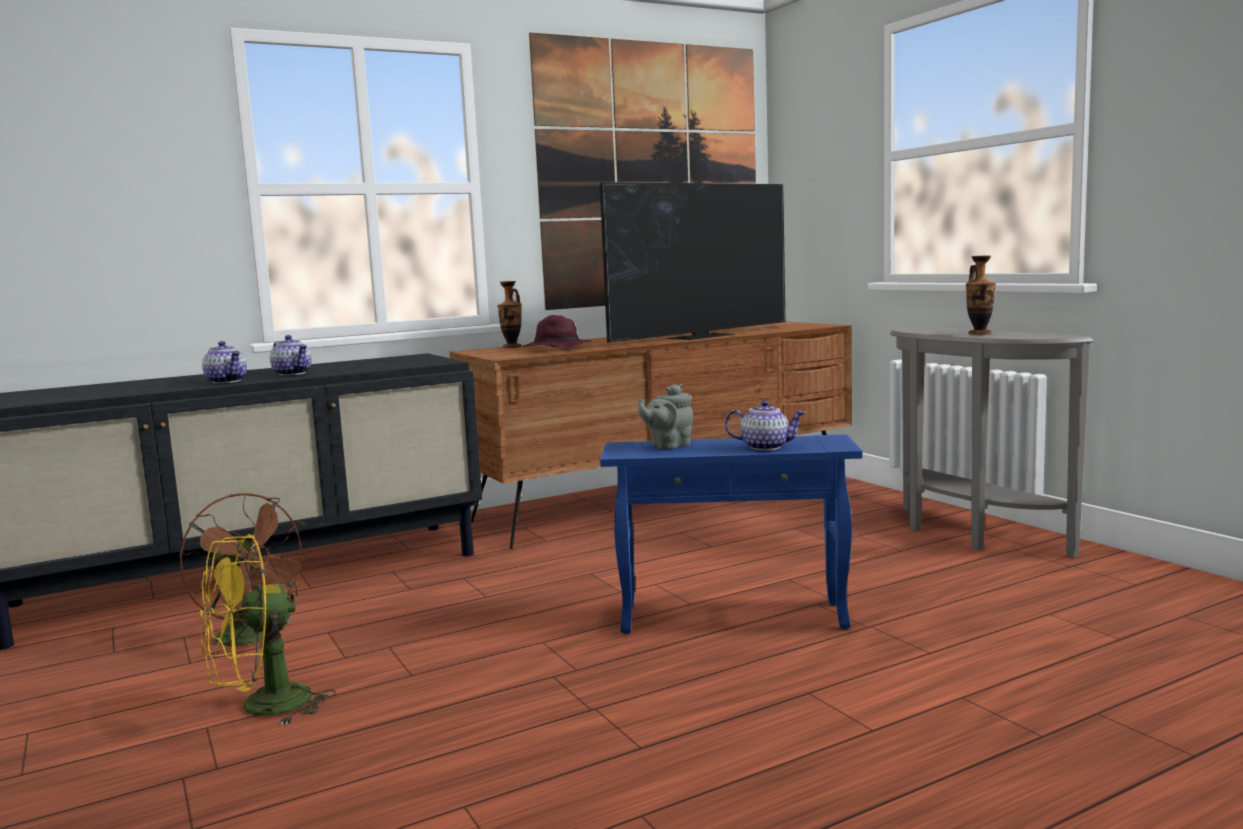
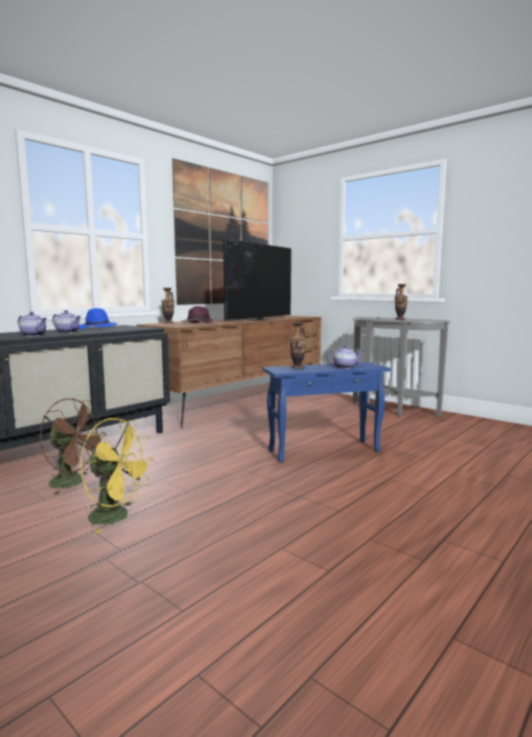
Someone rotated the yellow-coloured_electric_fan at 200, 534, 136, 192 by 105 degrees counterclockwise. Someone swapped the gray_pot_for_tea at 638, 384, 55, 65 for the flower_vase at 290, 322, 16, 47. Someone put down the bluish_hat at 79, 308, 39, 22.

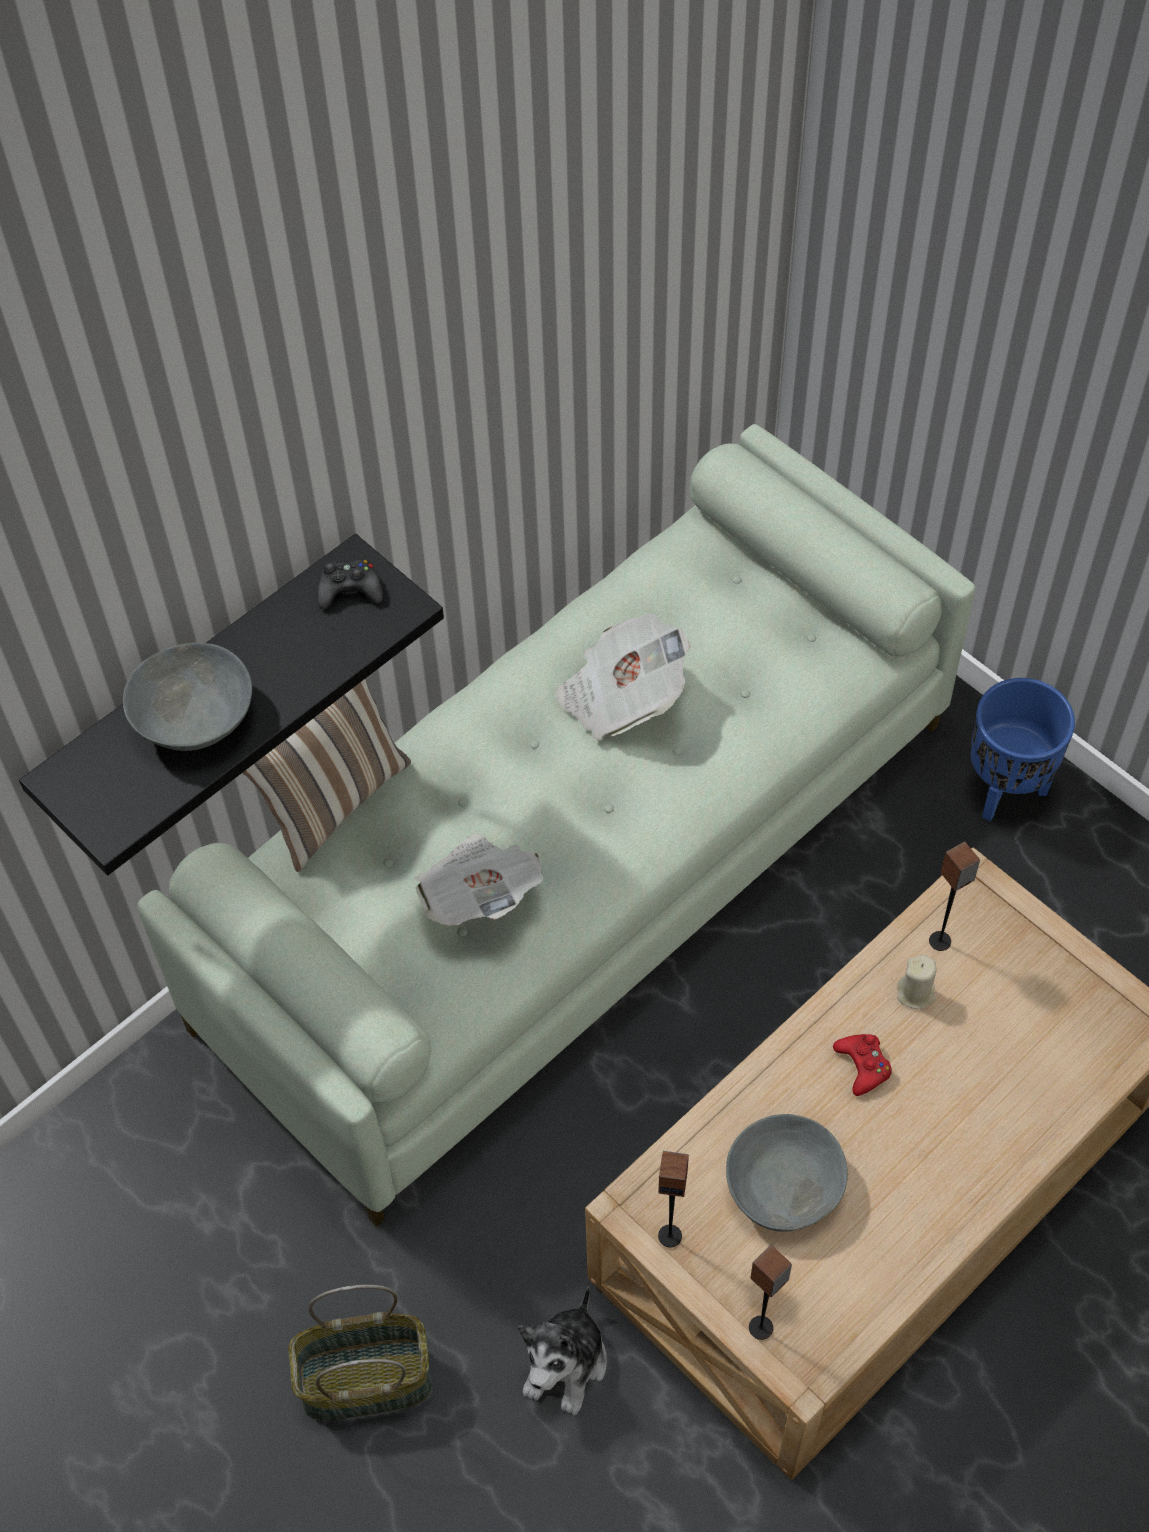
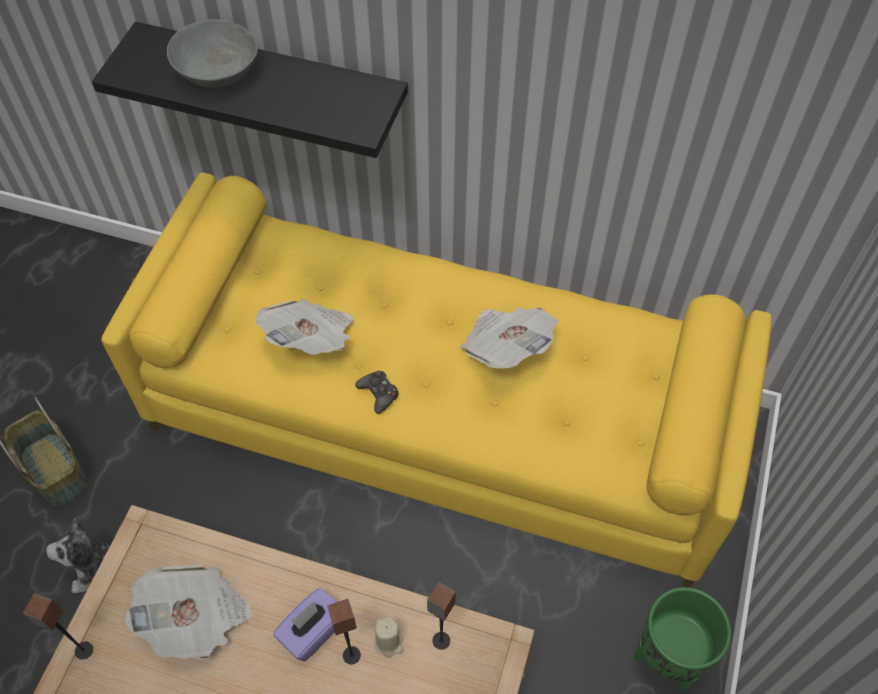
Someone repainted the white-coloured_couch at 137, 424, 839, 803, which became the yellow-coloured_couch at 101, 172, 671, 416. Someone took away the pillow at 243, 678, 168, 194. Someone carried the black-coloured_gamepad from 317, 559, 66, 50 to 355, 370, 44, 44. Someone carried the audio_speaker from 658, 1151, 31, 97 to 327, 599, 34, 66. Someone swapped the gray_serving_bowl at 726, 1114, 122, 118 for the printed_paper at 124, 565, 129, 95. Someone swapped the red-coloured_gamepad at 833, 1034, 59, 62 for the purplish_tissue_holder at 273, 588, 64, 73. Someone repainted the bluish_flower_pot at 970, 678, 105, 143, which became the greenish_flower_pot at 635, 587, 96, 104.

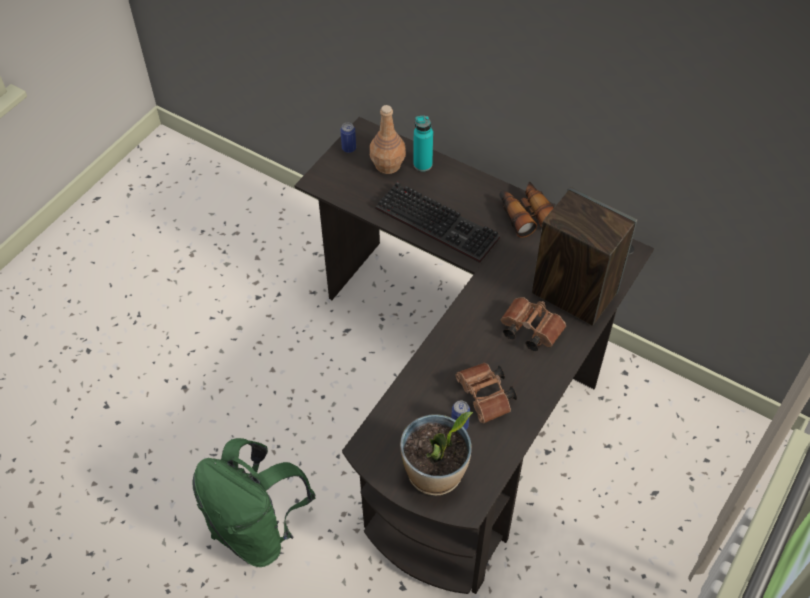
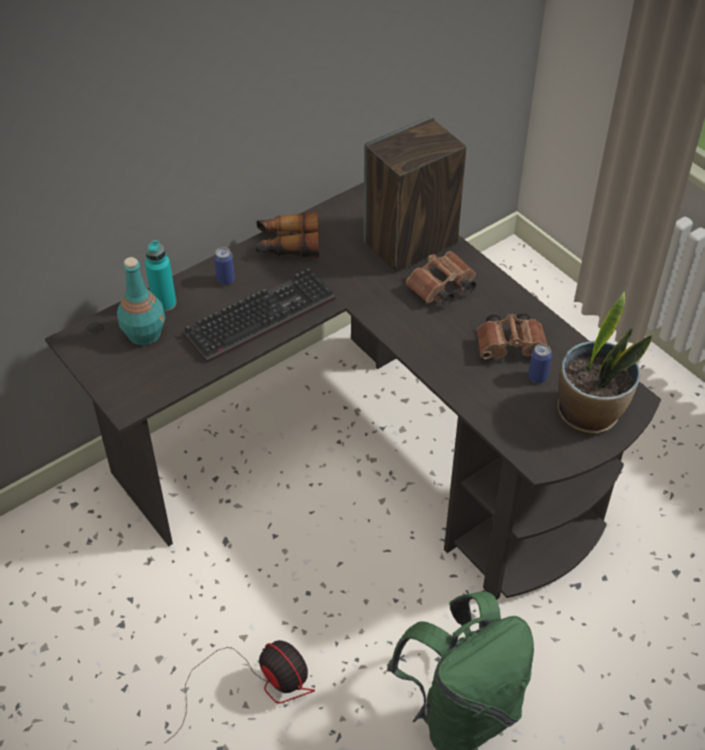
Someone carried the sealed_can from 340, 123, 16, 30 to 214, 247, 21, 38. Someone repainted the brown_beverage_bottle at 370, 105, 36, 69, which became the blue-green_beverage_bottle at 117, 257, 48, 88. Someone put down the electric_fan at 164, 640, 151, 104.

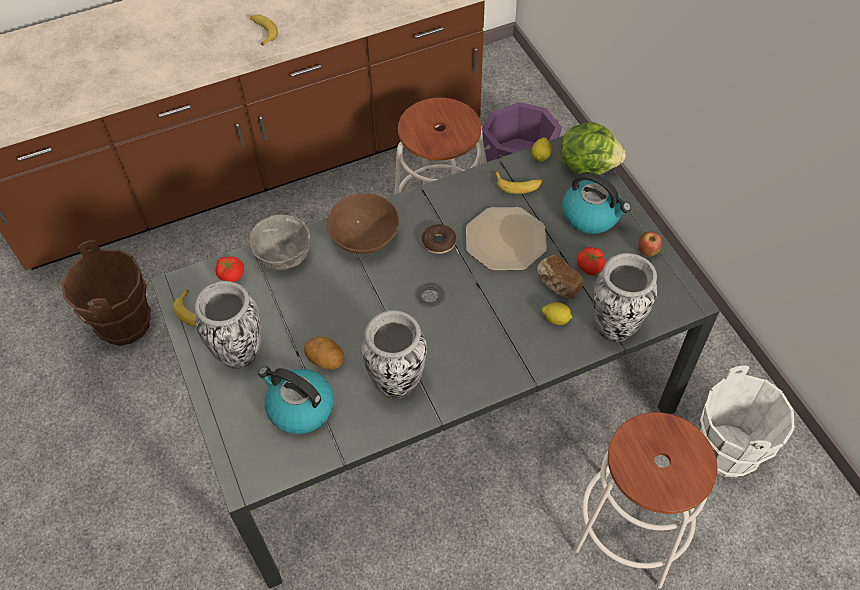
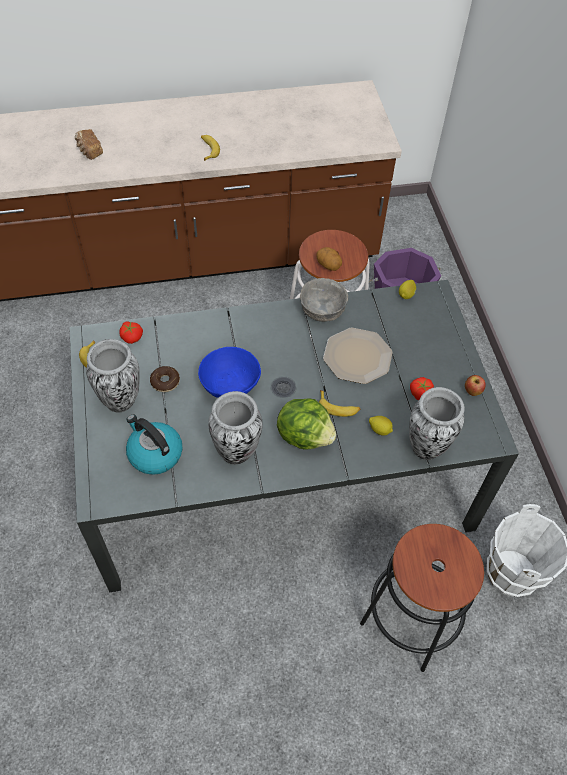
Someone took away the brown_water_bucket at 61, 240, 90, 106. Someone carried the gray_serving_bowl from 249, 214, 61, 56 to 300, 278, 48, 44. Someone carried the spud from 304, 336, 40, 34 to 316, 247, 26, 24. Someone took away the brown_serving_bowl at 327, 193, 72, 61. Someone carried the ring_doughnut from 422, 224, 34, 30 to 150, 366, 30, 26. Someone carried the banana from 494, 171, 49, 23 to 319, 390, 41, 27. Someone carried the baked_bread from 537, 255, 47, 44 to 75, 129, 28, 31. Someone carried the lettuce_head from 561, 122, 65, 53 to 277, 398, 59, 52. Someone took away the water_kettle at 562, 172, 69, 62. Someone repainted the white-coloured_sitting_stool at 574, 412, 143, 177, which became the black-coloured_sitting_stool at 360, 524, 124, 148. Someone put down the bluish_serving_bowl at 198, 347, 63, 51.

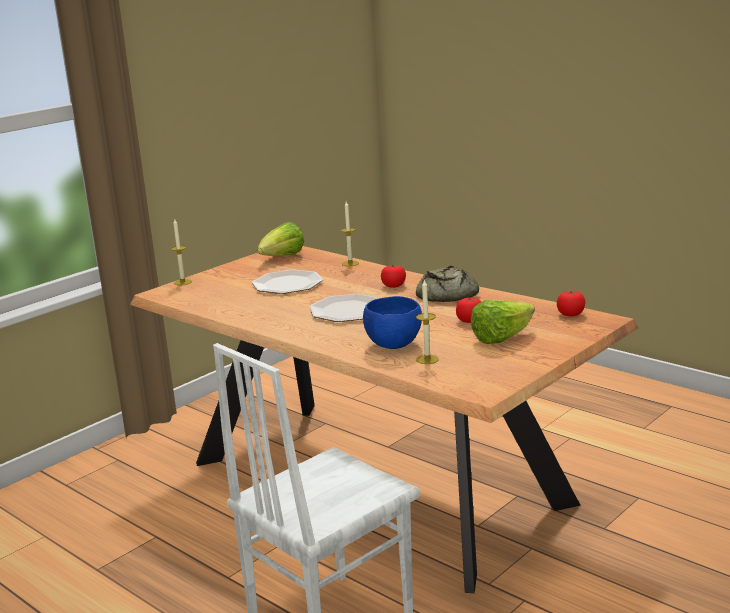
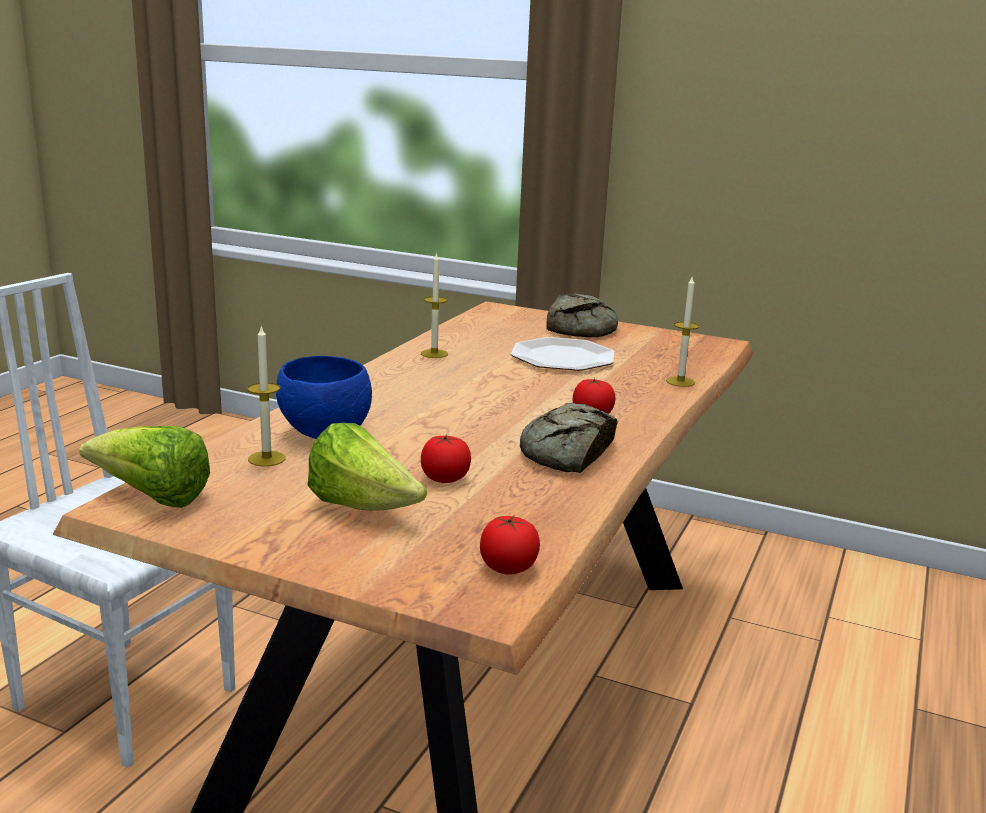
Someone carried the wax_light from 171, 219, 21, 67 to 421, 252, 27, 106. Someone carried the lettuce_head from 258, 222, 46, 34 to 79, 426, 131, 82. Someone took away the dinner_plate at 310, 294, 69, 28. Someone put down the baked_bread at 546, 293, 72, 44.

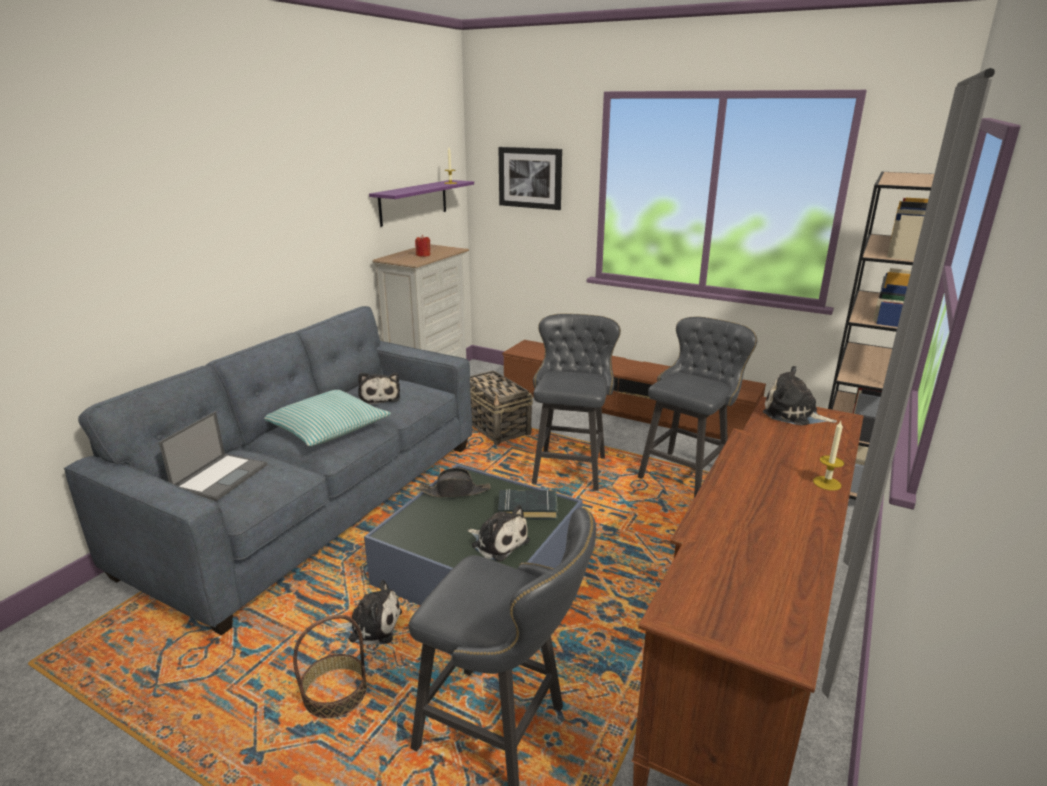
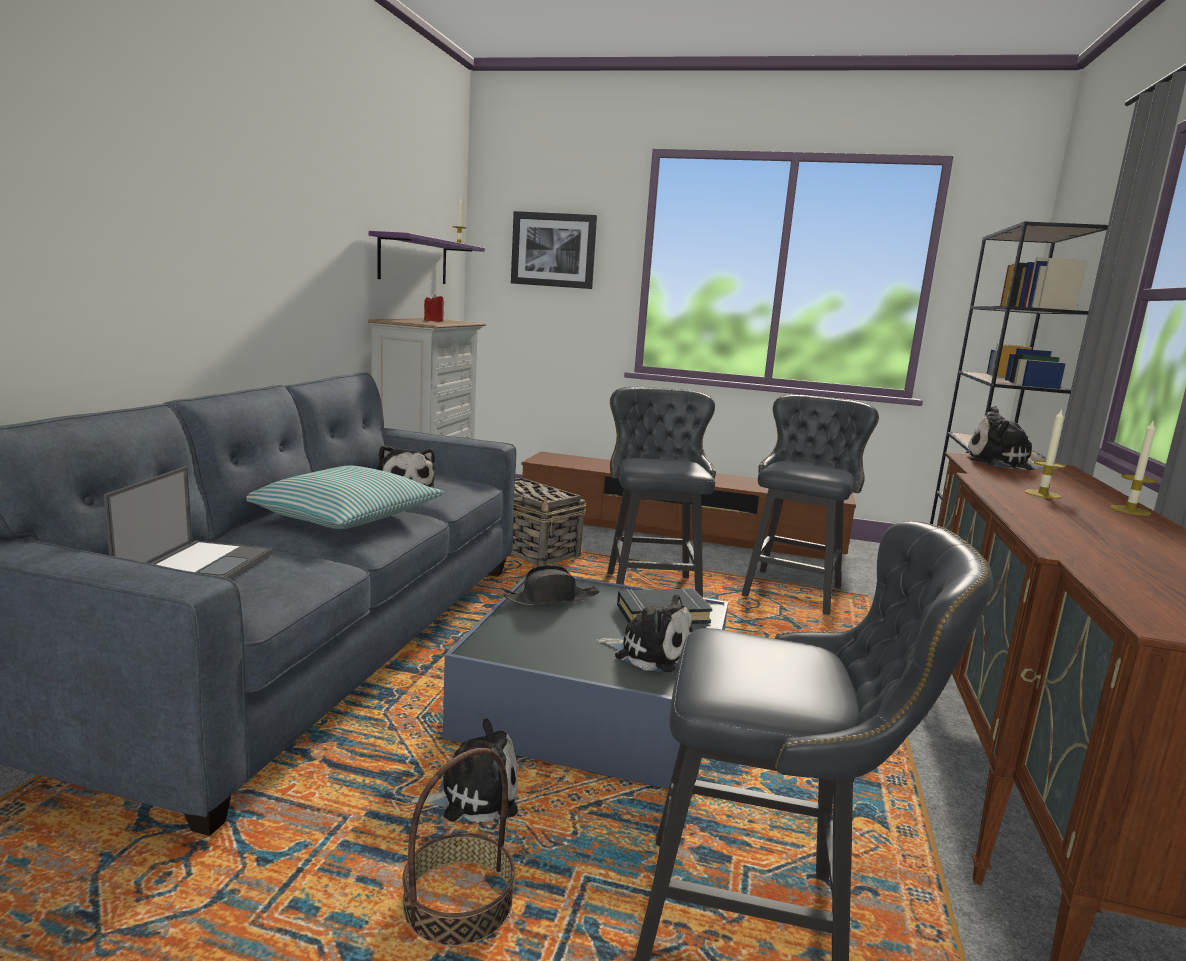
Someone put down the wax_light at 1025, 408, 40, 91.

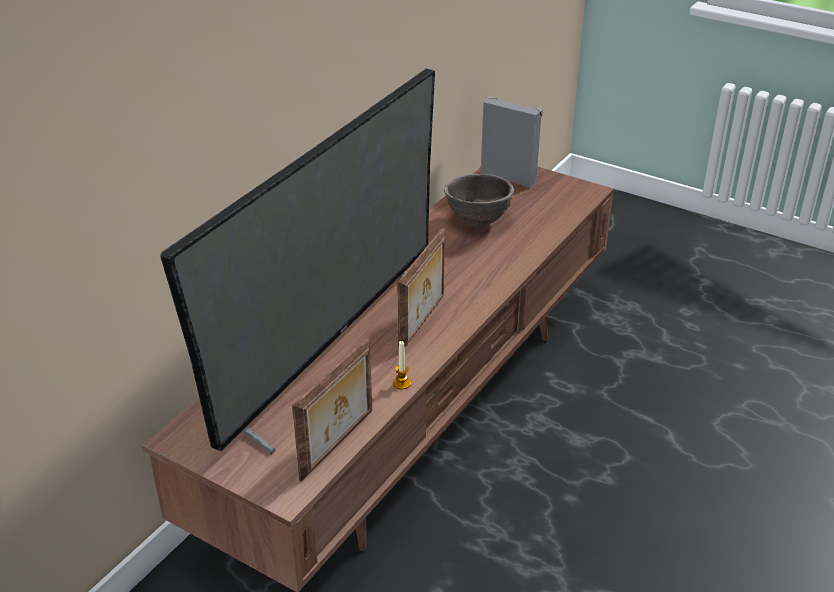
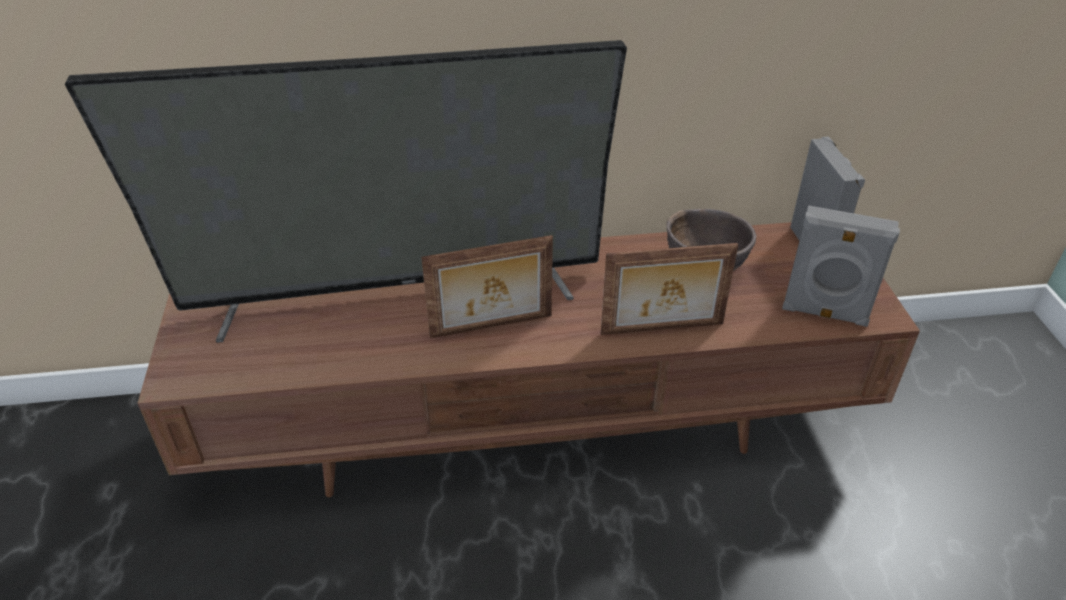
Someone carried the picture_frame from 292, 337, 80, 144 to 601, 243, 137, 92. Someone took away the wax_light at 393, 341, 18, 49. Someone put down the gray_audio_speaker at 782, 205, 118, 122.

